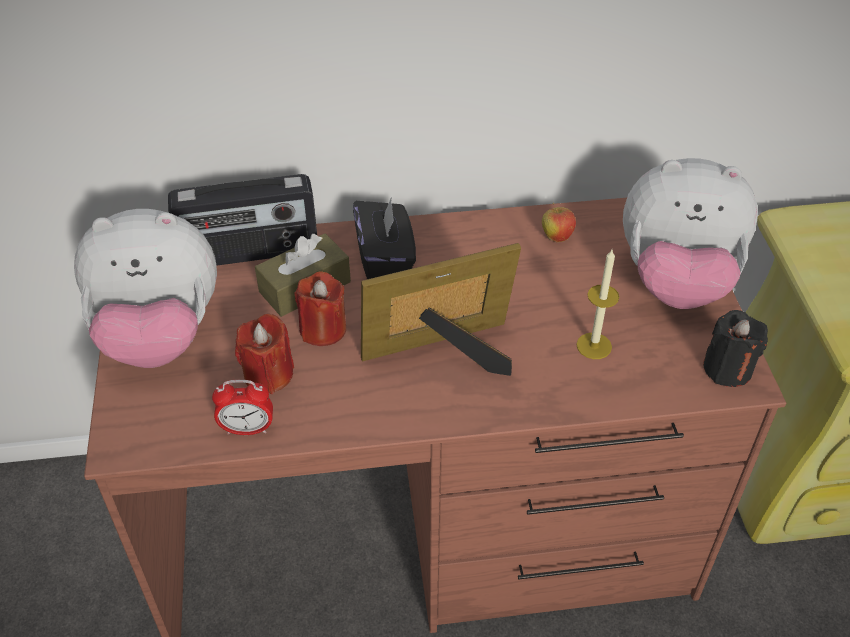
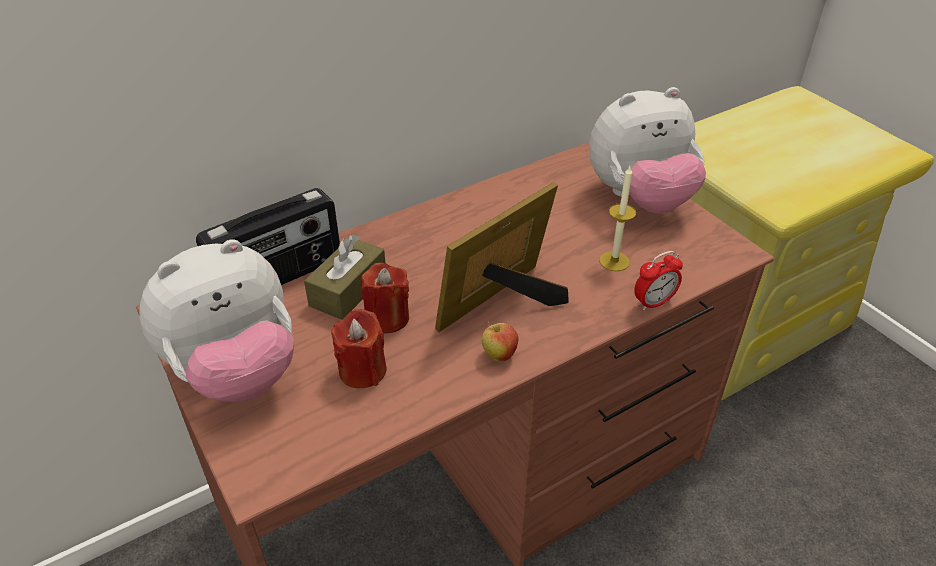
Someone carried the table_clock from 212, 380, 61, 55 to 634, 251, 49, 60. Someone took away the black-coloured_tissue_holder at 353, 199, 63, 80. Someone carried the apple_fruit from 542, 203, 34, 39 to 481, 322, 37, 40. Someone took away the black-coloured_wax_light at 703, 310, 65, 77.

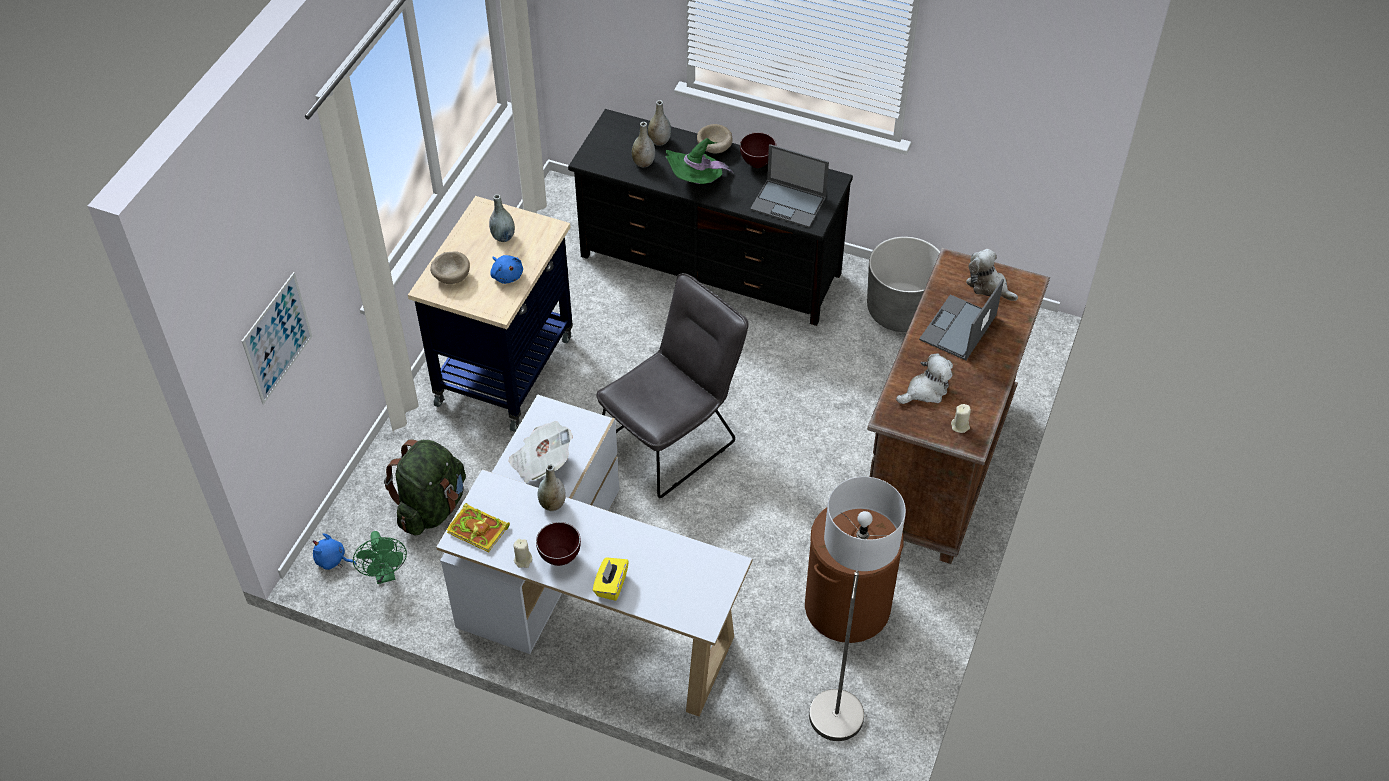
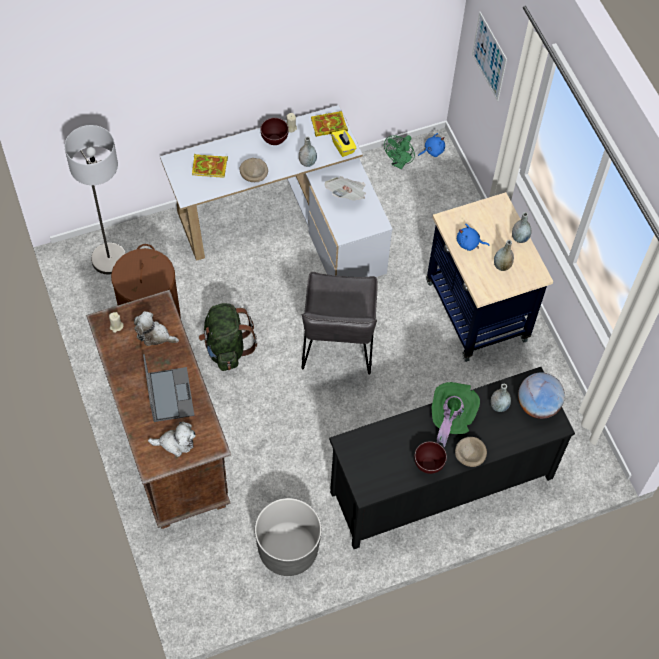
Someone rotated the greenish_electric_fan at 353, 531, 54, 53 by 90 degrees counterclockwise. Someone carried the greenish_knapsack from 384, 439, 82, 96 to 199, 303, 58, 68. Someone carried the sand-coloured_serving_bowl from 430, 252, 40, 32 to 240, 158, 28, 24. Someone carried the yellow-coloured_tissue_holder from 593, 557, 36, 44 to 331, 130, 25, 27. Someone carried the gray_flower_vase from 648, 100, 23, 46 to 512, 212, 19, 31. Someone took away the notebook_computer at 750, 144, 79, 84. Someone rotated the cuddly_toy at 896, 353, 57, 51 by 90 degrees clockwise. Someone put down the volume at 192, 154, 36, 24. Someone put down the world_globe at 518, 372, 47, 47.

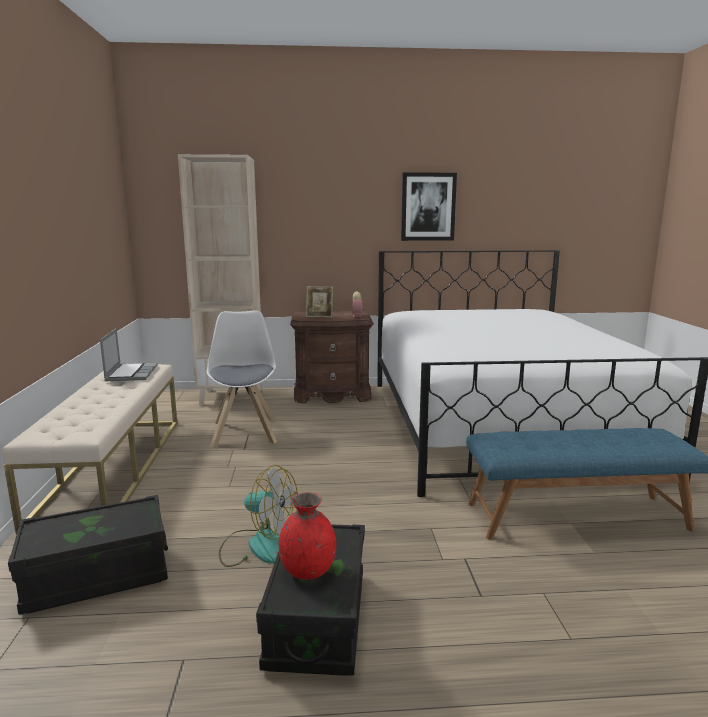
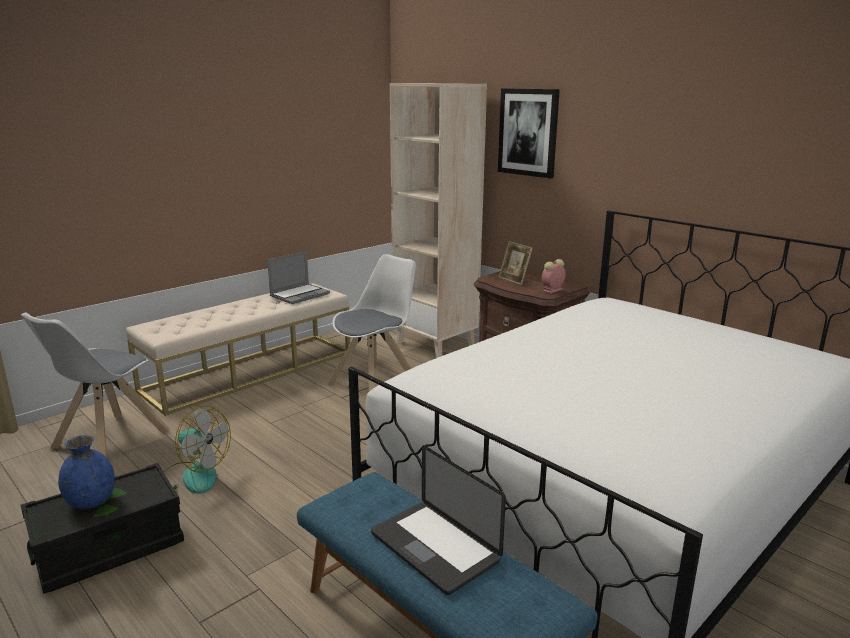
Someone swapped the black-coloured_storage_bin at 8, 495, 160, 120 for the upright_chair at 21, 312, 148, 146. Someone rotated the electric_fan at 219, 465, 79, 102 by 45 degrees counterclockwise. Someone repainted the red-coloured_flower_vase at 279, 492, 57, 88, which became the bluish_flower_vase at 58, 435, 57, 74. Someone carried the wall_picture from 401, 172, 56, 69 to 498, 88, 62, 90. Someone put down the notebook_computer at 371, 445, 135, 150.

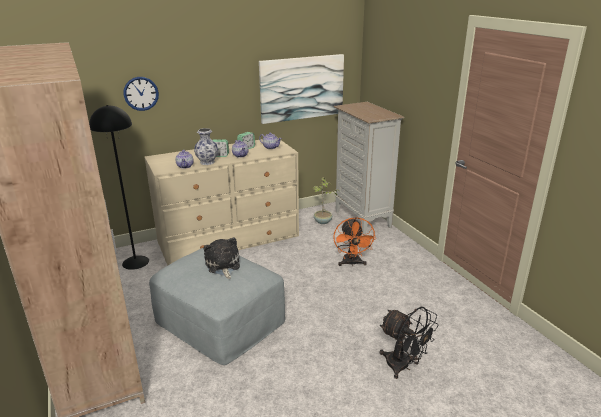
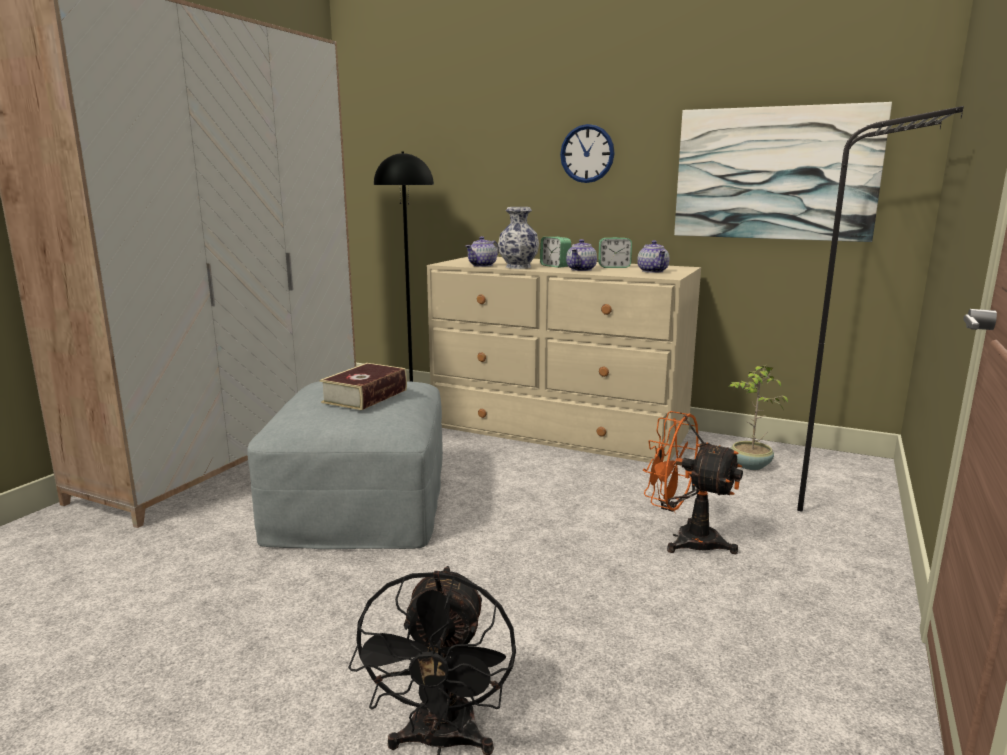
Someone carried the hanging_clock from 124, 77, 35, 34 to 560, 124, 55, 59. Someone swapped the cuddly_toy at 204, 237, 36, 42 for the volume at 319, 363, 88, 47. Someone rotated the orange-coloured_electric_fan at 333, 217, 43, 49 by 75 degrees clockwise. Someone swapped the white-coloured_chest_of_drawers at 334, 102, 70, 132 for the black-coloured_garment_stand at 797, 106, 167, 406.

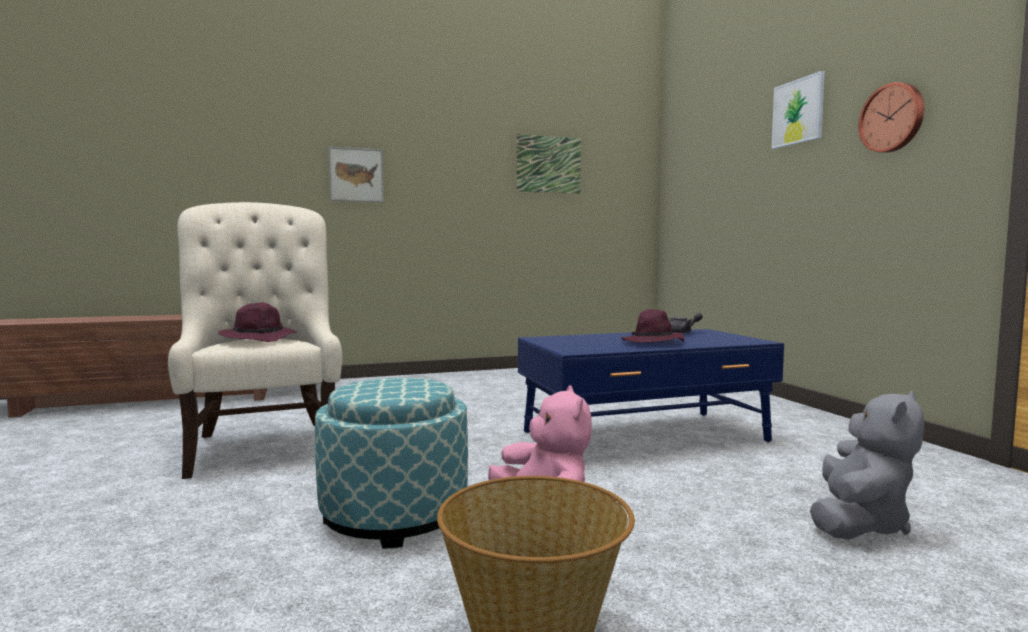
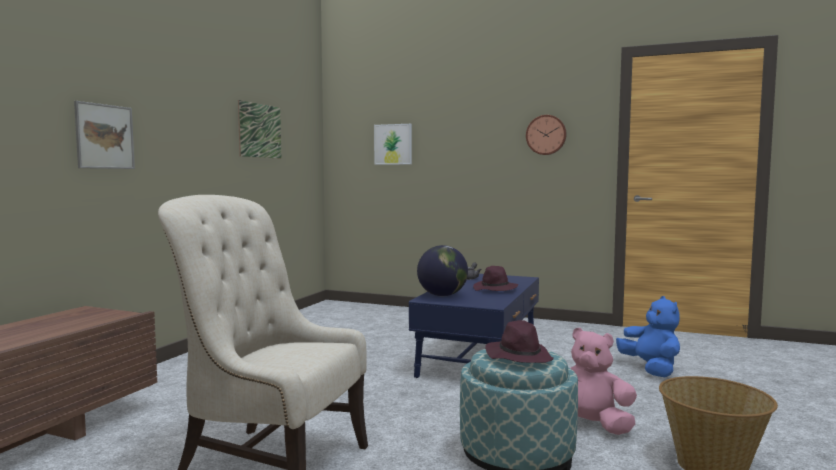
Someone carried the purplish_hat from 218, 302, 79, 40 to 485, 320, 69, 43. Someone carried the wall_picture from 772, 71, 53, 78 to 374, 124, 38, 41. Someone repainted the gray_cuddly_toy at 810, 391, 114, 149, which became the bluish_cuddly_toy at 616, 296, 64, 82. Someone put down the world_globe at 417, 245, 51, 51.

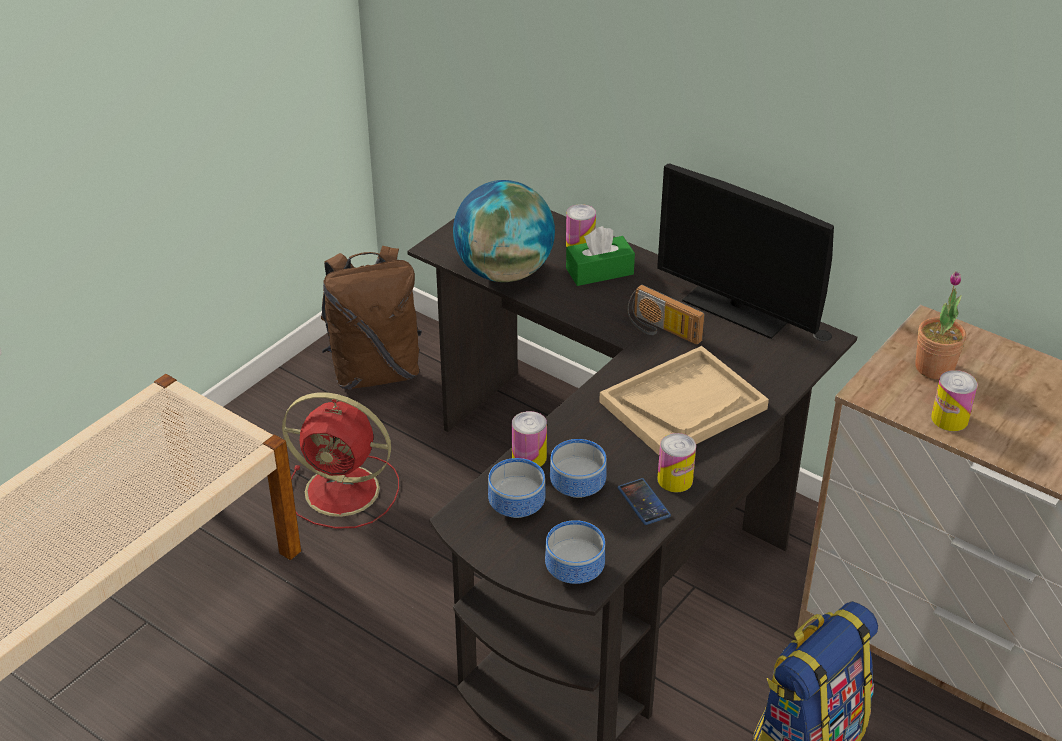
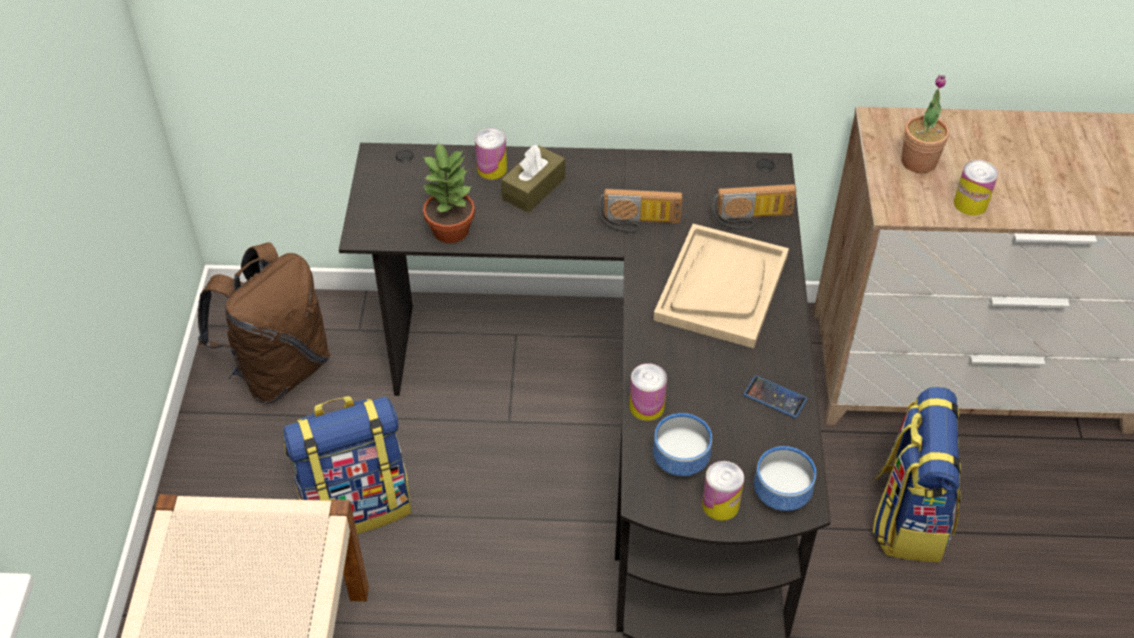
Someone swapped the red-coloured_electric_fan at 282, 392, 117, 137 for the knapsack at 284, 396, 127, 144. Someone swapped the world_globe at 453, 180, 102, 102 for the plant_in_a_pot at 423, 142, 52, 101. Someone took away the serving_bowl at 550, 439, 57, 59. Someone repainted the greenish_tissue_holder at 566, 226, 69, 60, which became the brown_tissue_holder at 501, 145, 64, 68. Someone took away the computer_display at 657, 163, 177, 176. Someone carried the sealed_can from 657, 433, 39, 59 to 702, 461, 42, 60. Someone put down the radio at 712, 184, 84, 46.

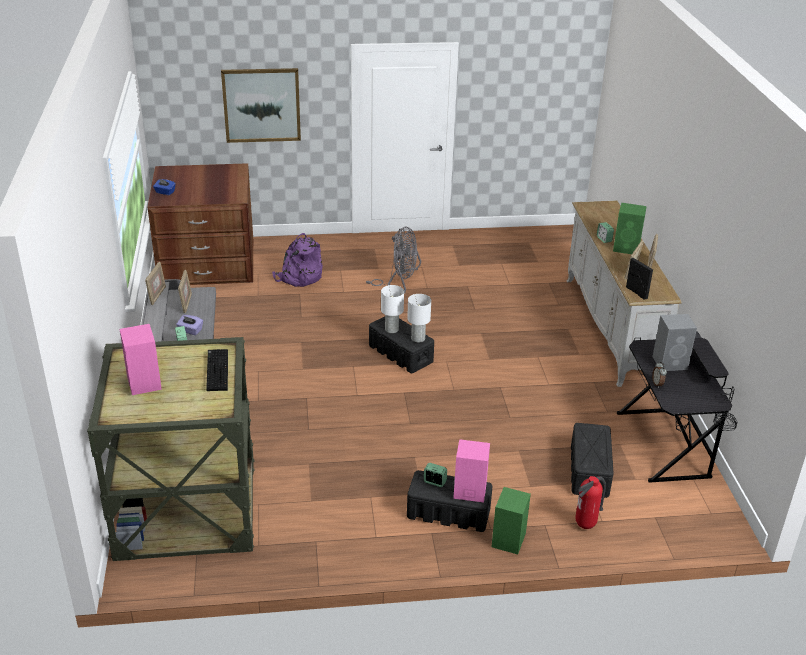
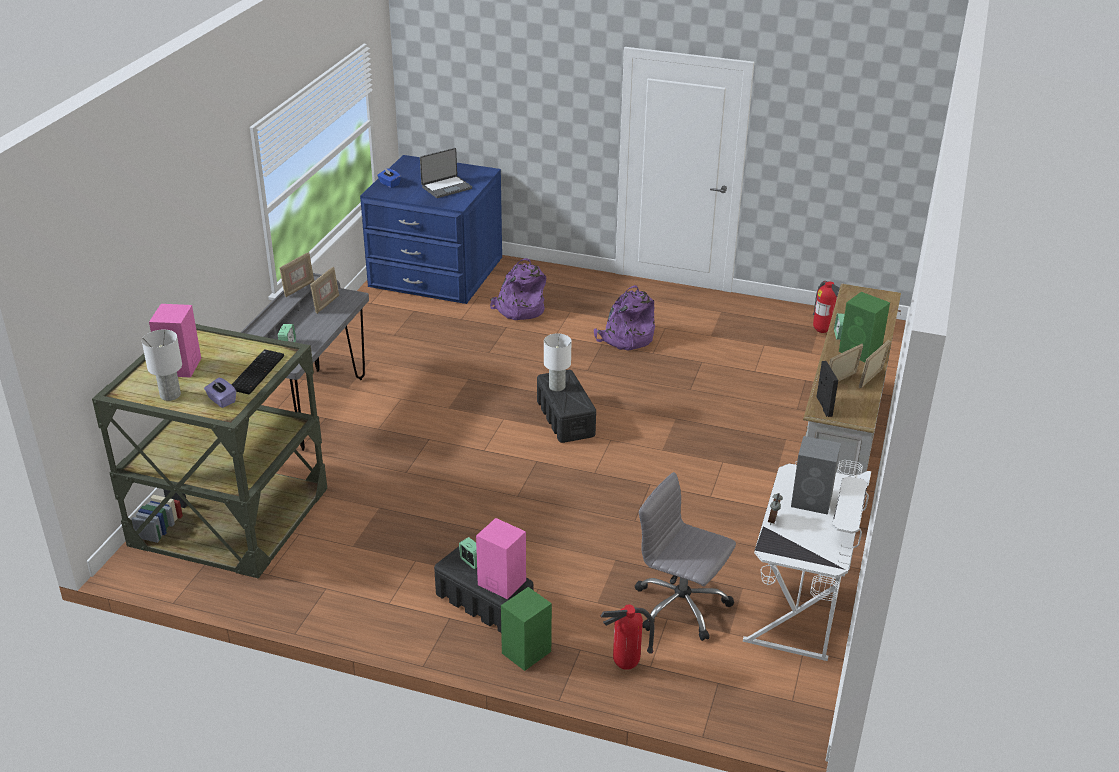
Someone repainted the brown_chest_of_drawers at 147, 163, 106, 122, which became the bluish_chest_of_drawers at 360, 155, 142, 149. Someone carried the purplish_tissue_holder from 176, 315, 27, 20 to 204, 378, 32, 30. Someone took away the wall_picture at 221, 68, 80, 75. Someone swapped the gray_electric_fan at 366, 226, 55, 68 for the purplish_knapsack at 594, 285, 61, 65. Someone carried the white-coloured_lamp_for_a_table from 407, 294, 24, 49 to 142, 330, 40, 71. Someone swapped the black-coloured_storage_bin at 571, 423, 43, 75 for the gray_office_chair at 635, 472, 101, 169. Someone repainted the black-coloured_desk at 617, 331, 121, 152, which became the white-coloured_desk at 743, 460, 128, 201. Someone put down the notebook_computer at 420, 148, 52, 50. Someone put down the fire-fighting_cylinder at 813, 281, 27, 52.

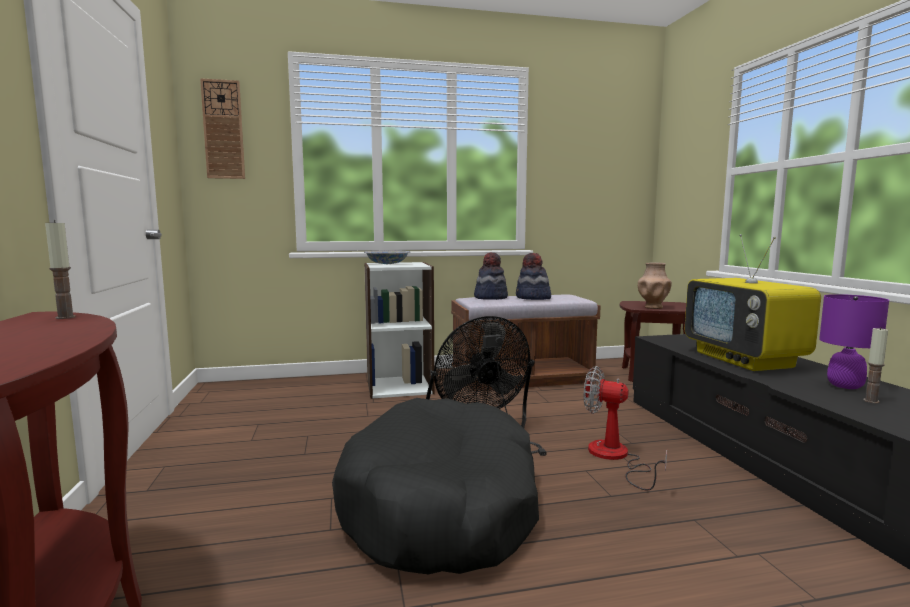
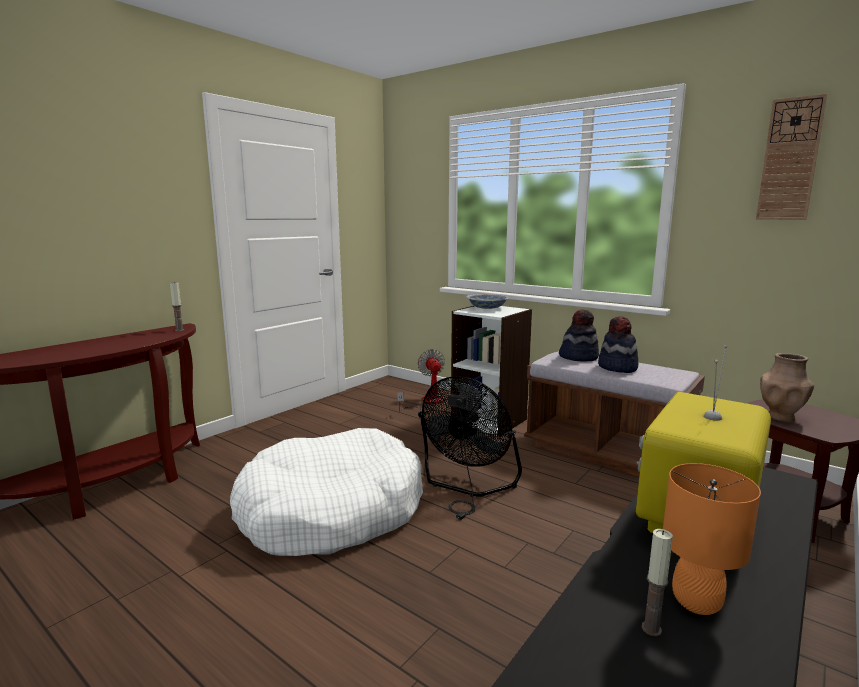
Someone carried the hanging_clock from 200, 78, 45, 101 to 756, 94, 71, 126. Someone repainted the black-coloured_dog_cushion at 332, 398, 207, 177, which became the white-coloured_dog_cushion at 230, 428, 193, 128. Someone carried the electric_fan from 584, 366, 83, 125 to 397, 349, 48, 63. Someone repainted the purplish_lamp_for_a_table at 819, 294, 70, 95, which became the orange-coloured_lamp_for_a_table at 663, 463, 98, 152.

